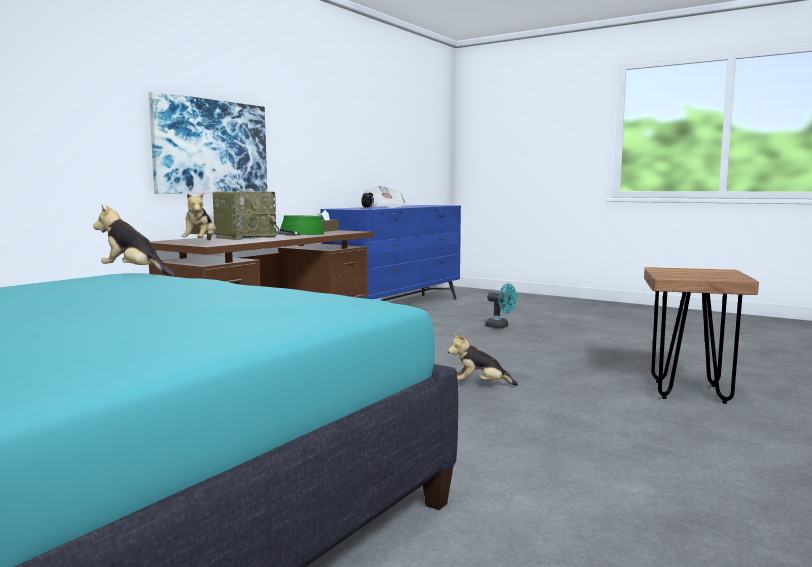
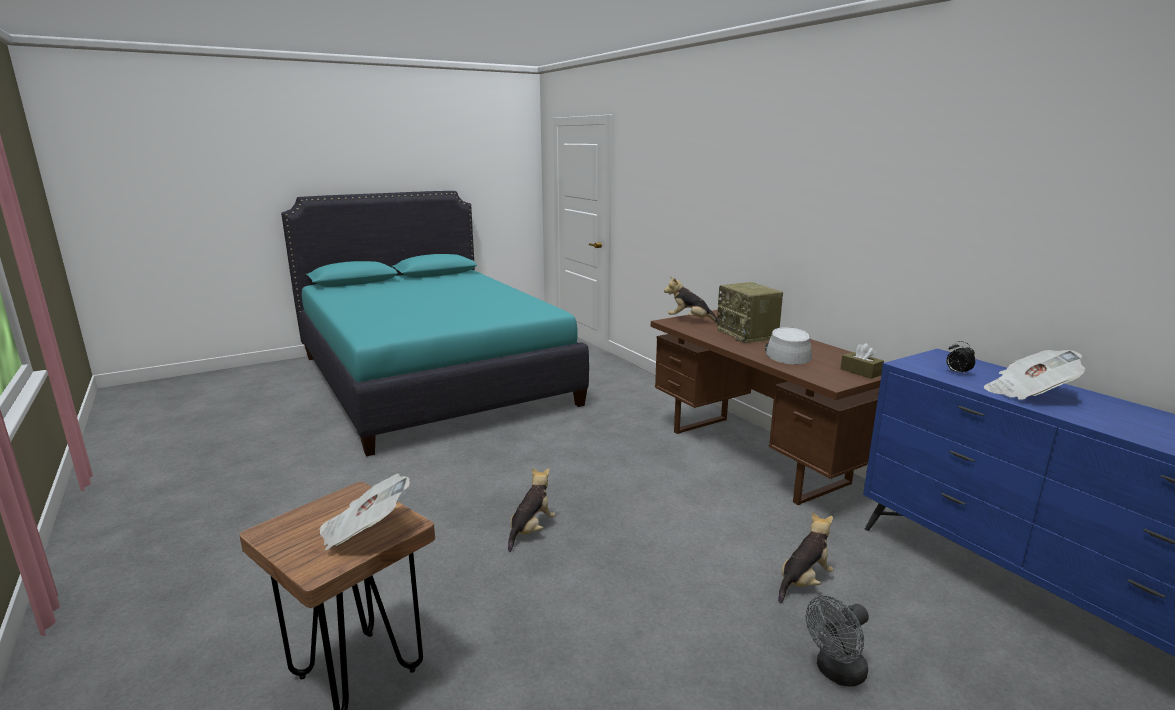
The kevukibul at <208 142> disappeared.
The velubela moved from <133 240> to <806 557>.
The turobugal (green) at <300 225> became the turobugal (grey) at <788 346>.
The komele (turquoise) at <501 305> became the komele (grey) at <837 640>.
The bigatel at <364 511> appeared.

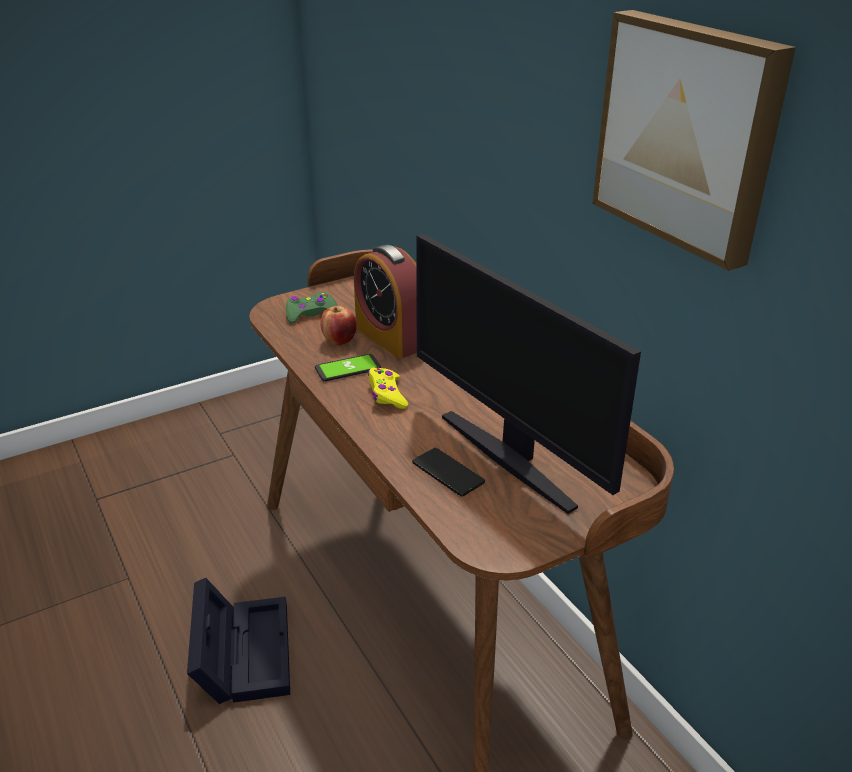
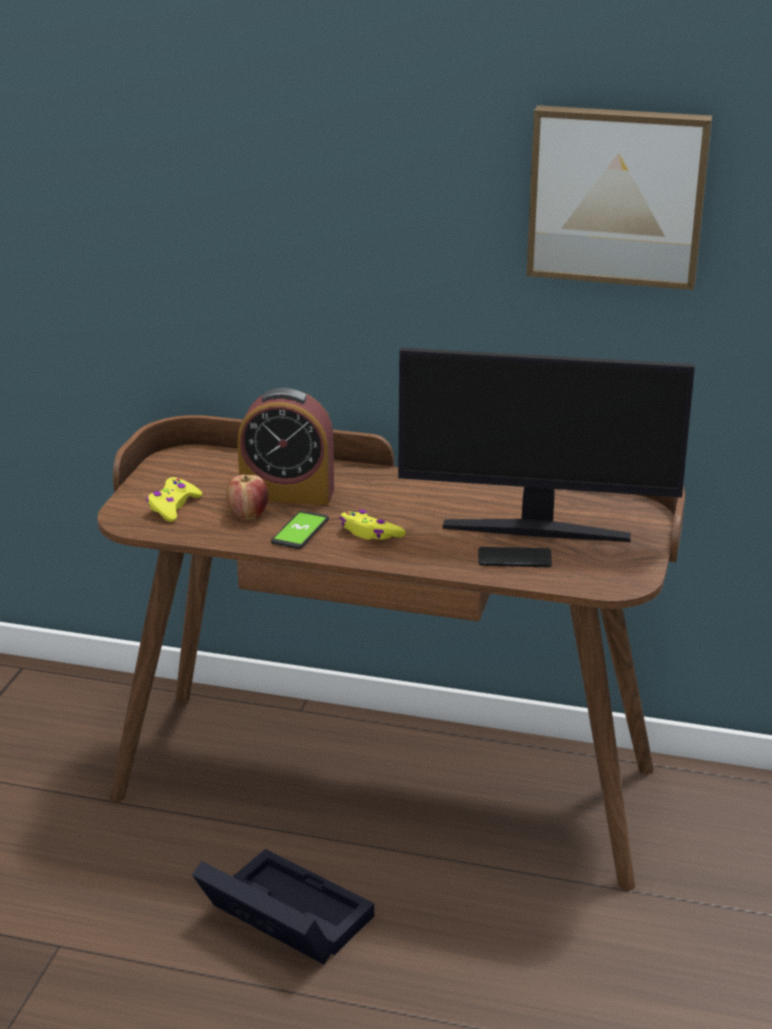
The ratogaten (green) at <312 307> became the ratogaten (yellow) at <174 499>.

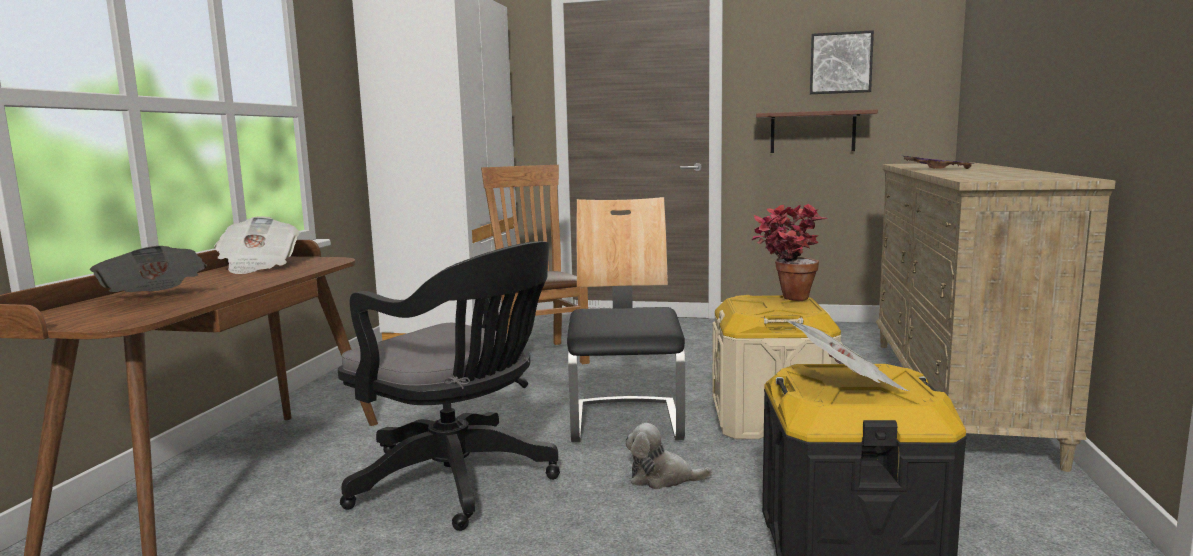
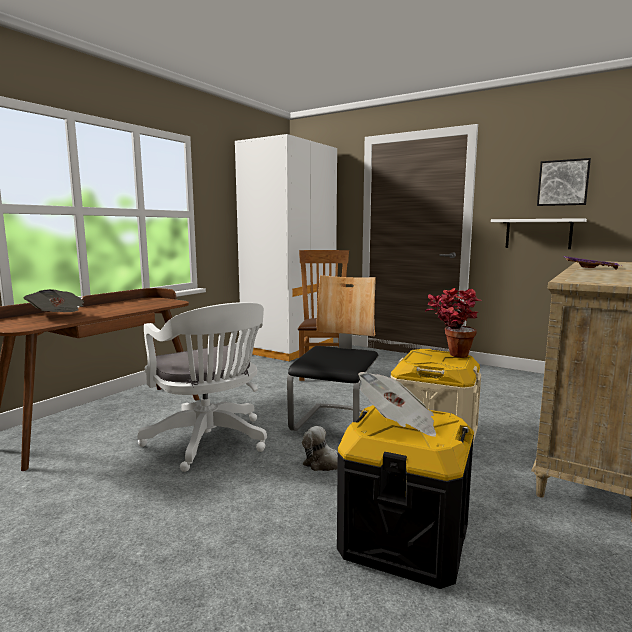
The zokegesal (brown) at <817 131> became the zokegesal (white) at <539 233>.
The bigatel at <257 245> disappeared.
The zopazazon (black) at <449 386> became the zopazazon (white) at <202 387>.

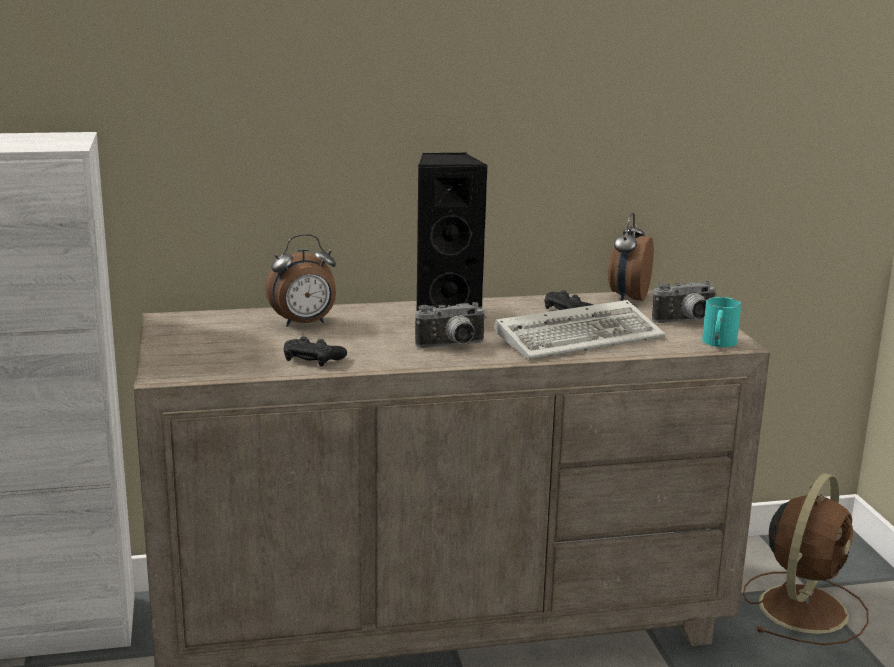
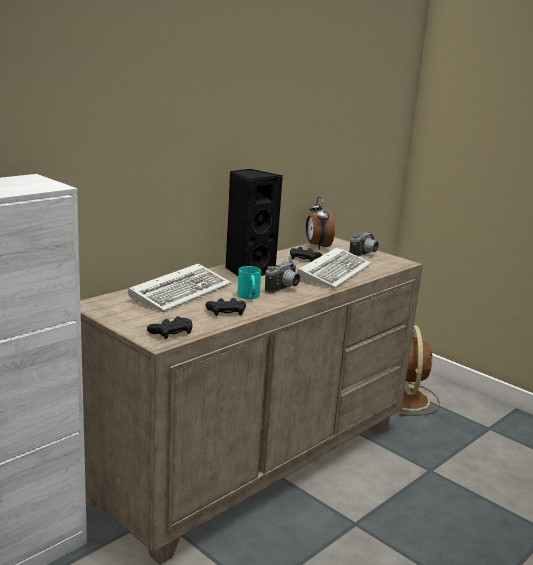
The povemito at <300 280> was replaced by the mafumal at <179 287>.
The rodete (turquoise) moved from <721 322> to <249 282>.
The ratogaten (black) at <169 327> appeared.

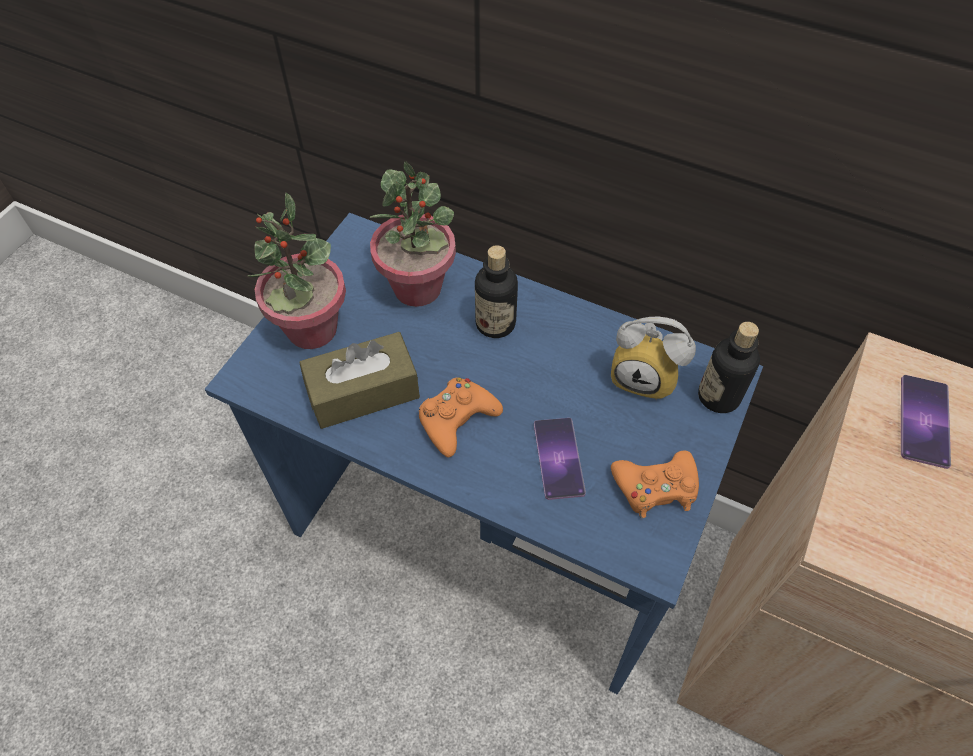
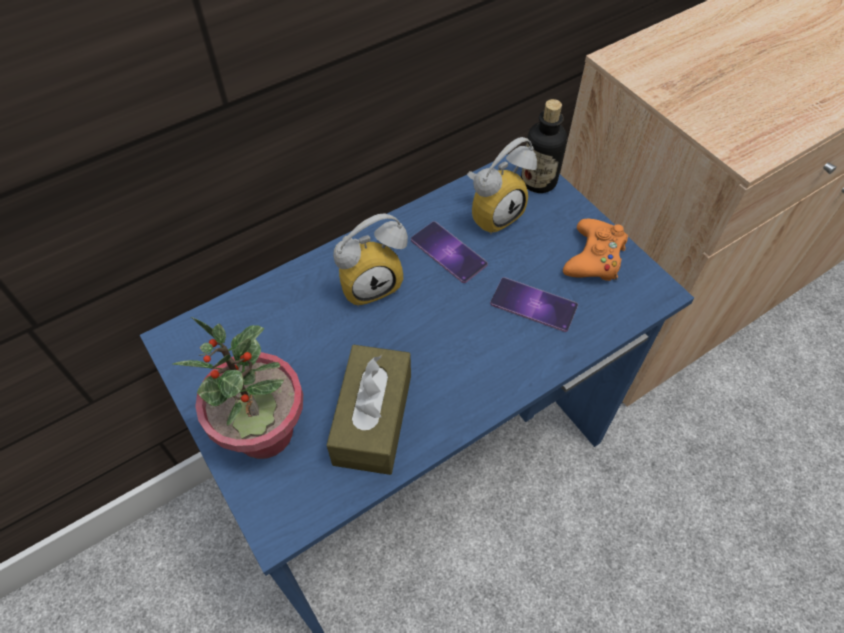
The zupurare at <412 234> disappeared.
The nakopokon at <496 291> was replaced by the povemito at <370 260>.
The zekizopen moved from <926 422> to <449 252>.
The ratogaten (orange) at <461 417> disappeared.

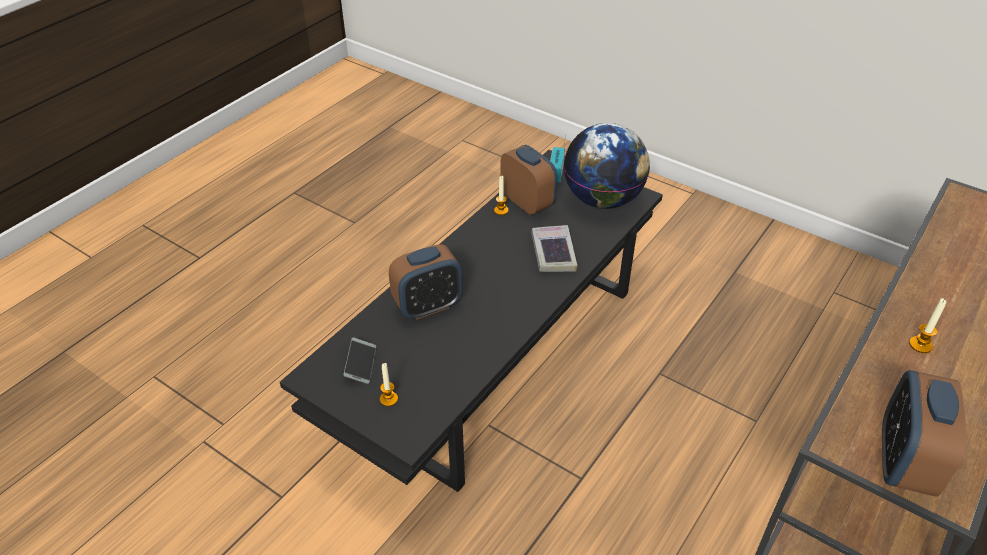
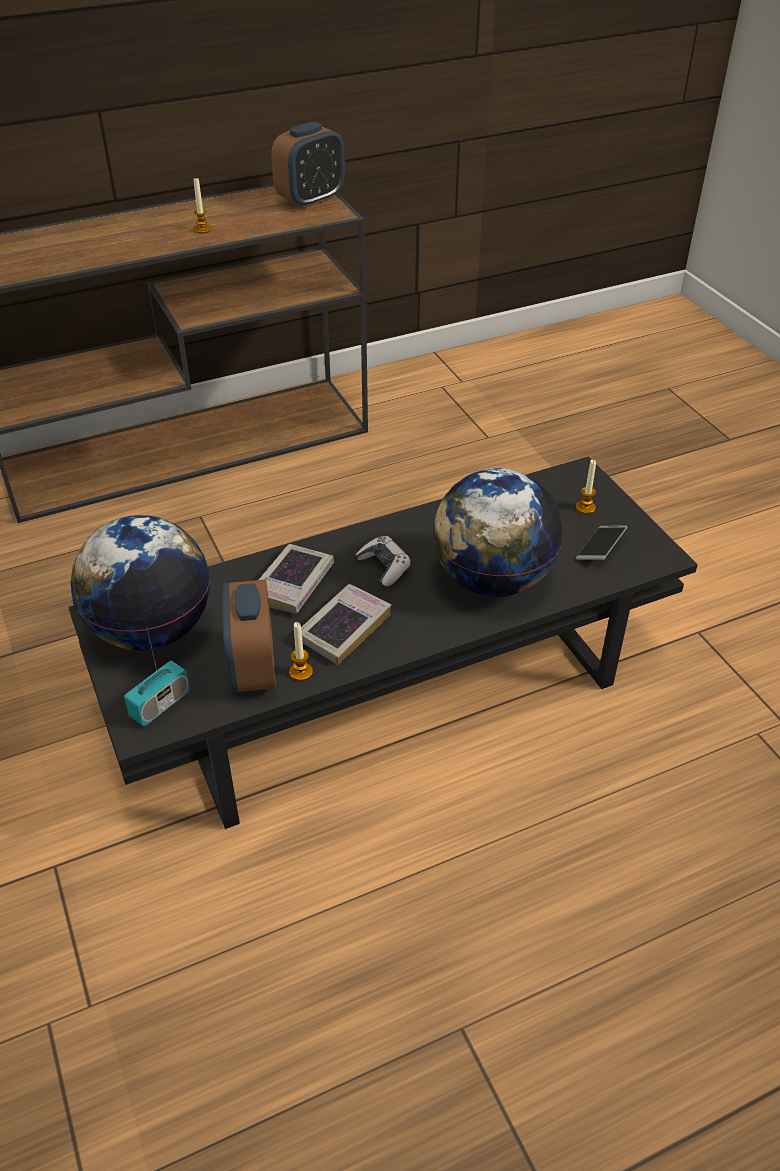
The povemito at <426 282> was replaced by the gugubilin at <498 532>.
The ratogaten at <383 561> appeared.
The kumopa at <346 624> appeared.

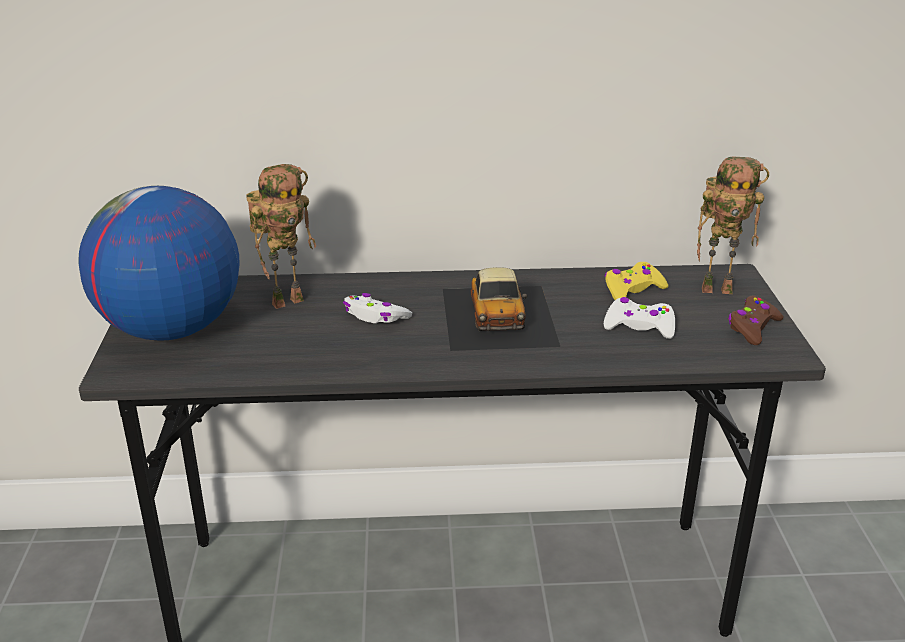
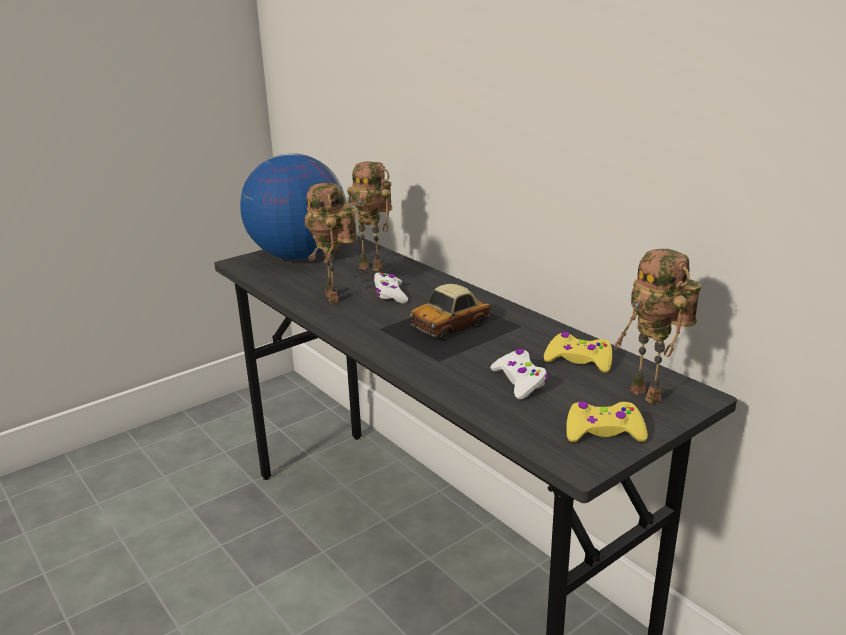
The ratogaten (brown) at <756 320> became the ratogaten (yellow) at <607 421>.
The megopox at <331 243> appeared.

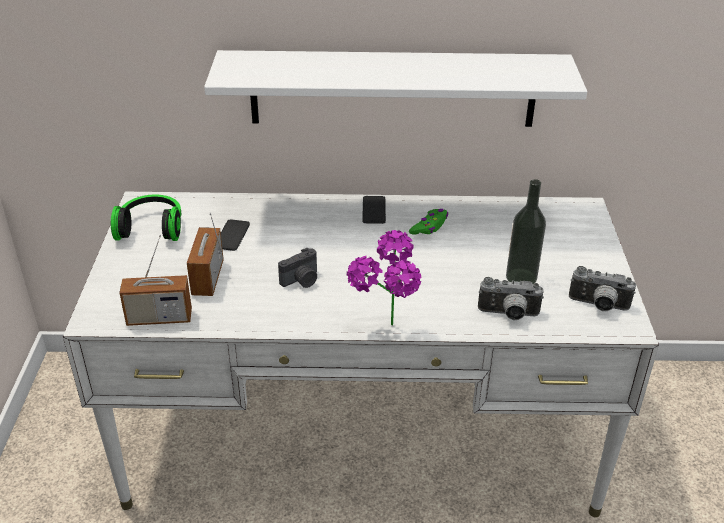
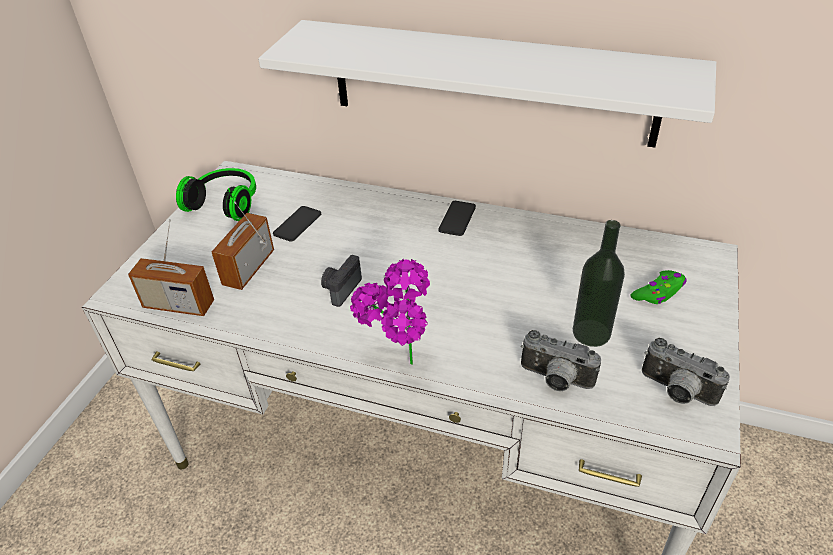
The ratogaten (green) moved from <428 222> to <658 287>.
The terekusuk at <297 268> turned 135 degrees clockwise.

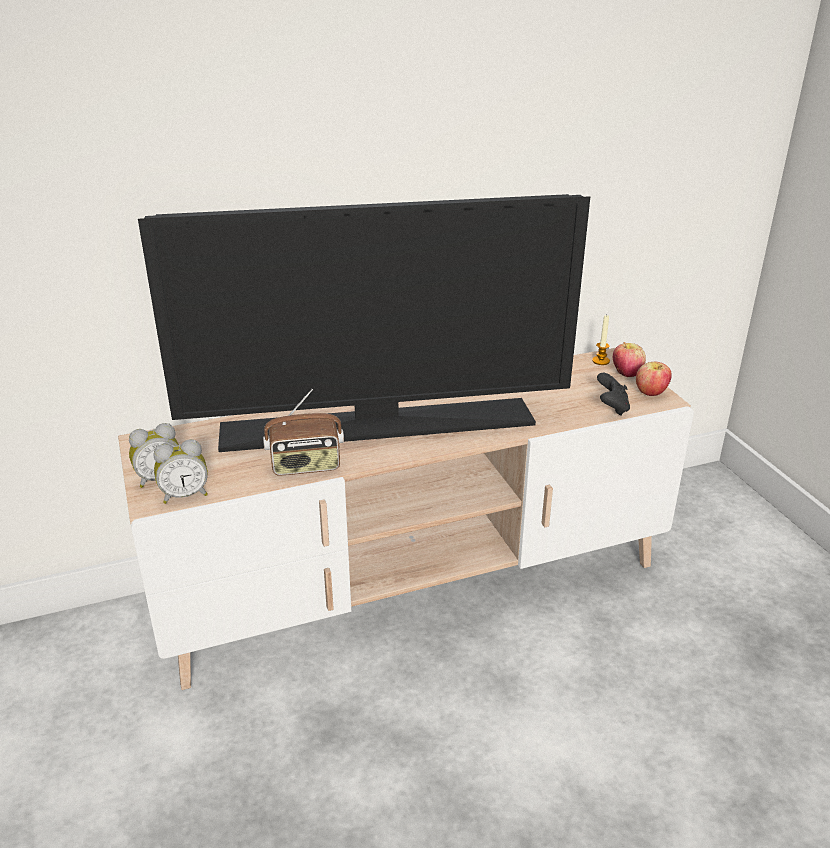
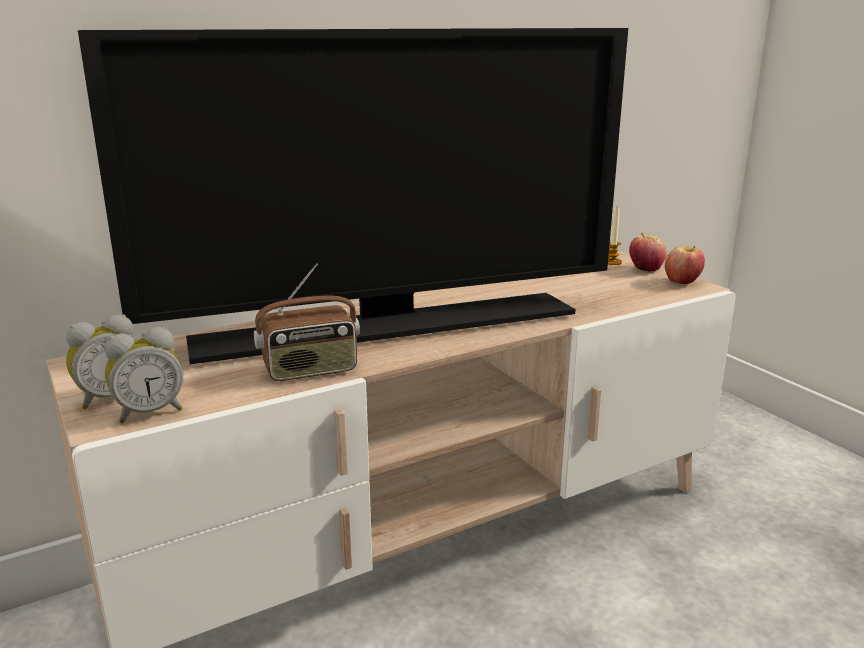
The ratogaten (black) at <613 394> disappeared.

